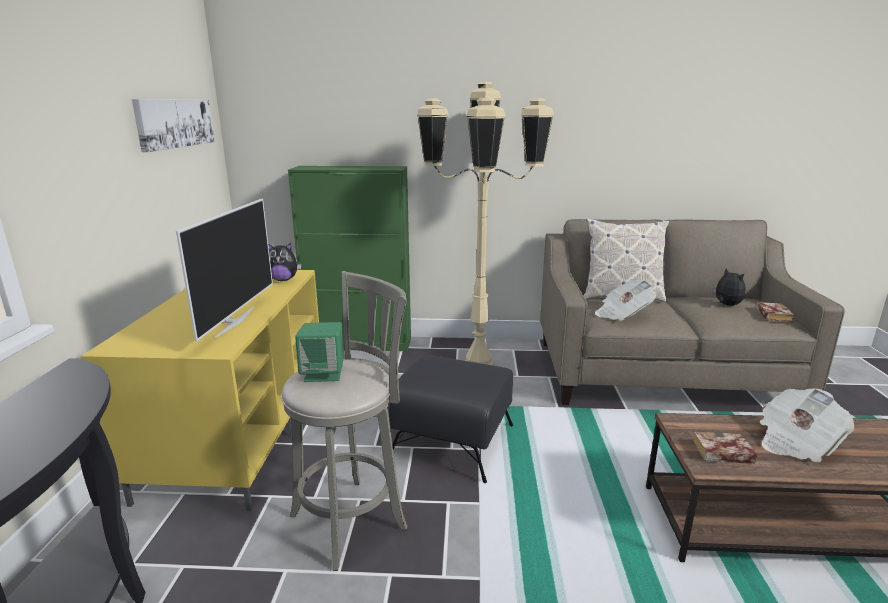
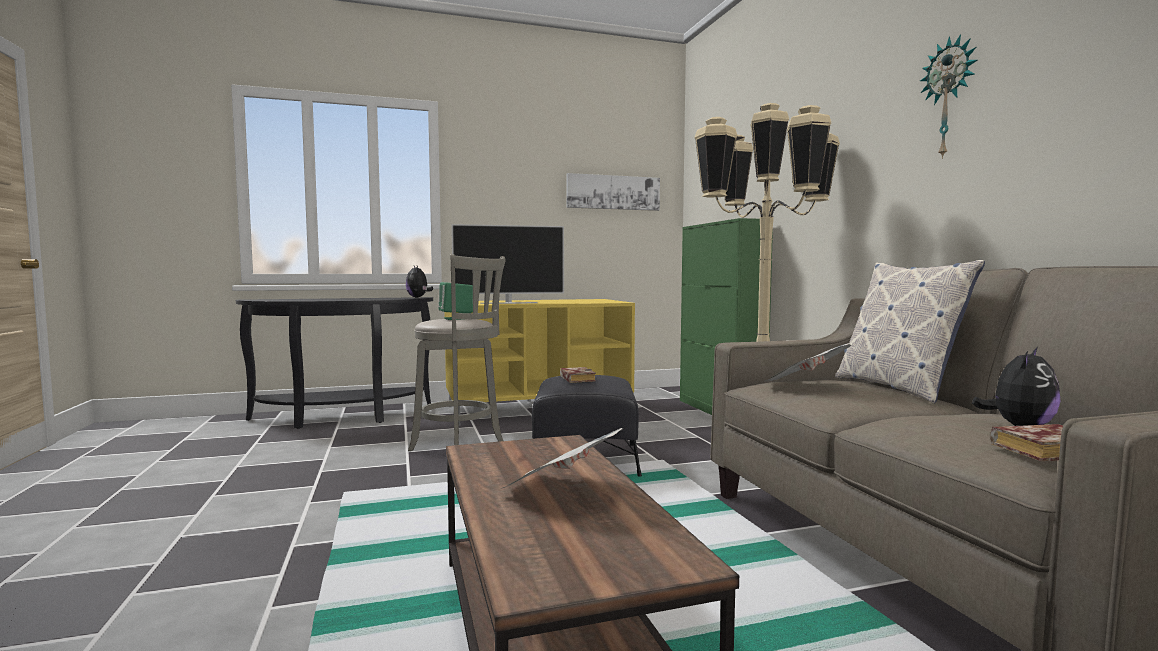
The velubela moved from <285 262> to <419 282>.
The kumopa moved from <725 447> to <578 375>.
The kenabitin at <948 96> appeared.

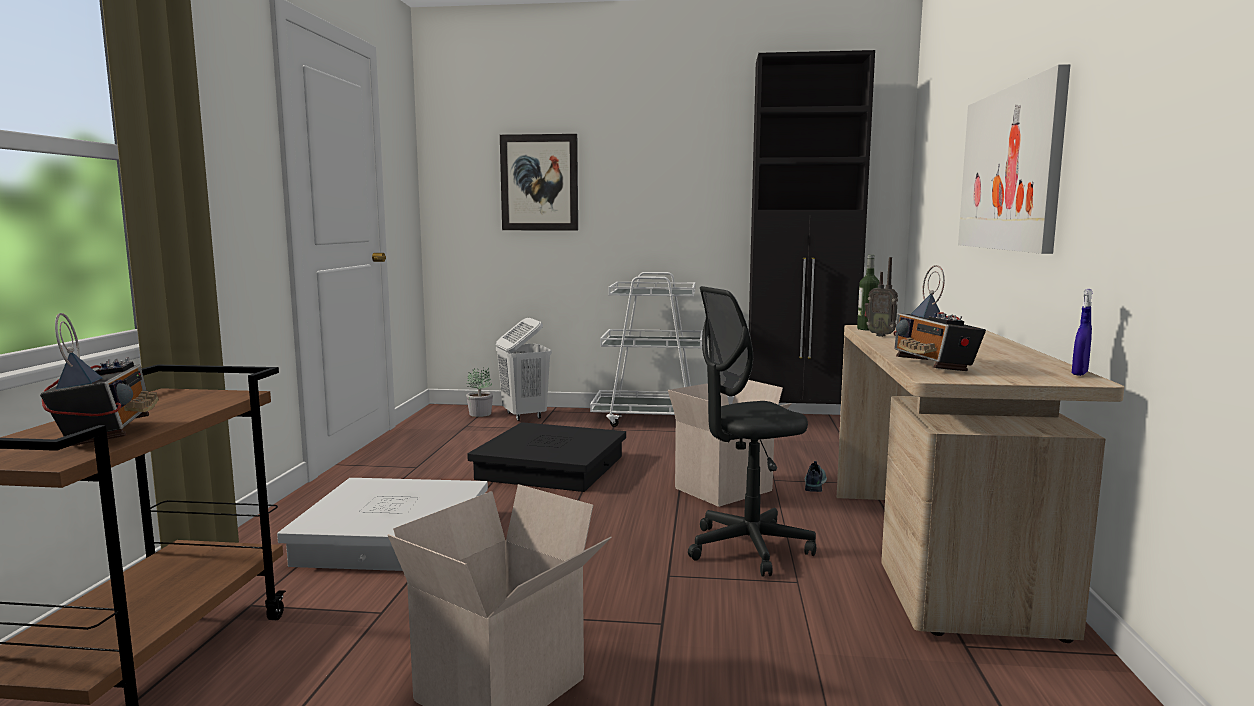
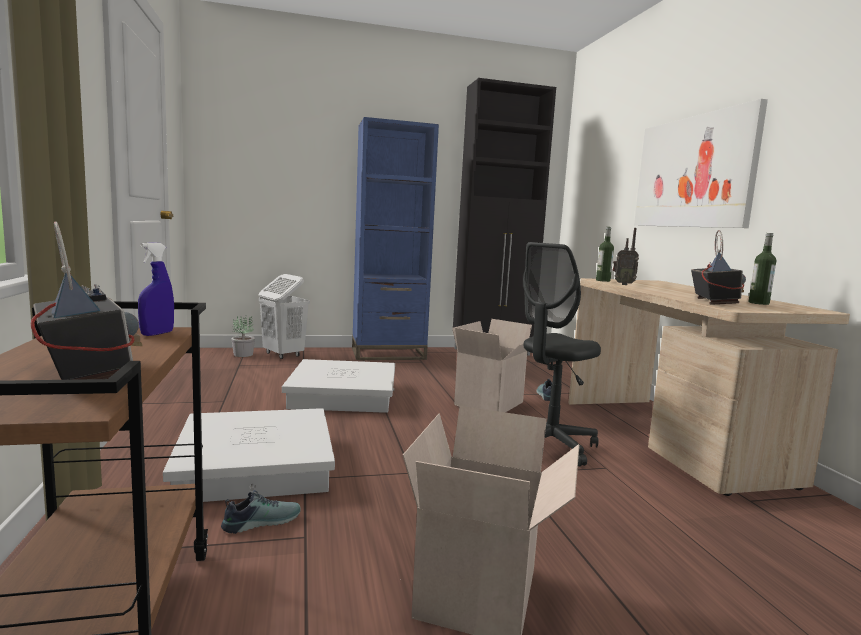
The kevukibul at <539 182> disappeared.
The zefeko at <939 318> turned 135 degrees counterclockwise.
The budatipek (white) at <646 349> was replaced by the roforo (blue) at <395 238>.
The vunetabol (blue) moved from <1082 332> to <156 289>.
The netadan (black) at <546 457> became the netadan (white) at <338 386>.
The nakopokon at <762 269> appeared.
The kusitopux at <261 512> appeared.

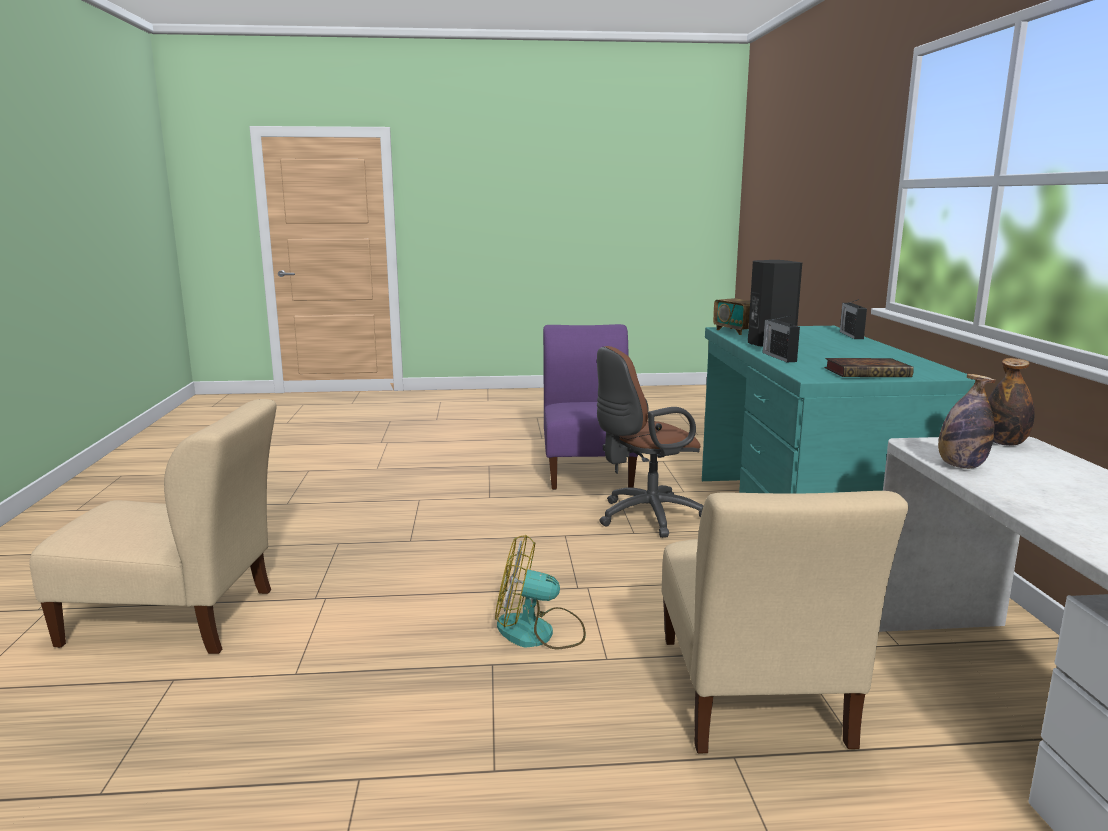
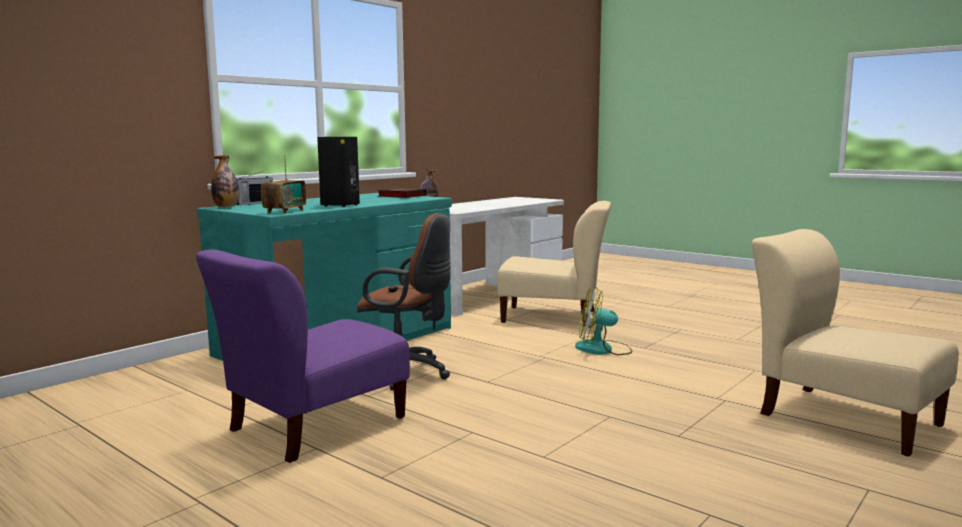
The zefeko at <781 338> disappeared.
The nakopokon moved from <967 421> to <225 181>.
The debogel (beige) at <785 622> turned 60 degrees clockwise.
The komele at <540 592> turned 135 degrees clockwise.

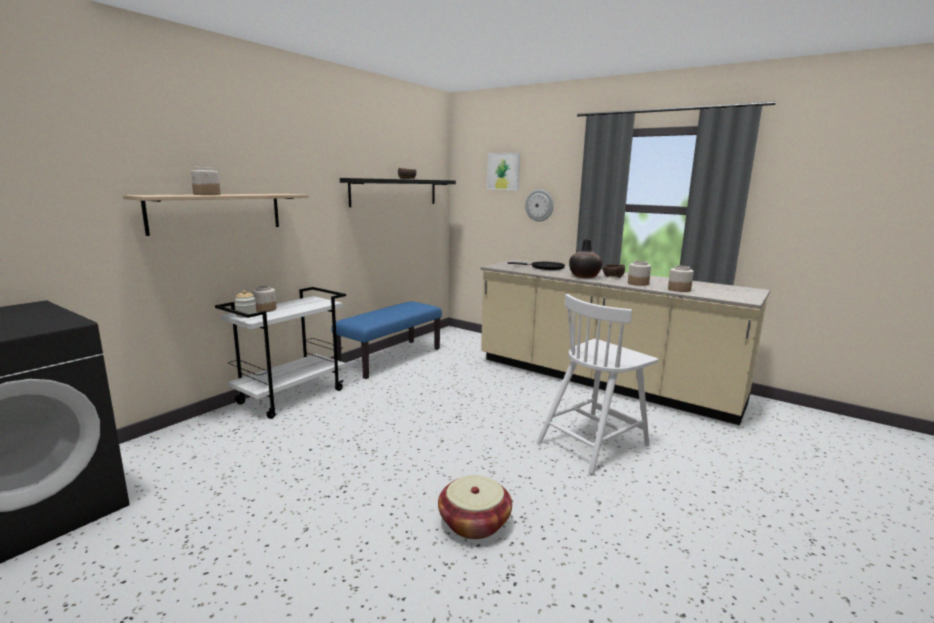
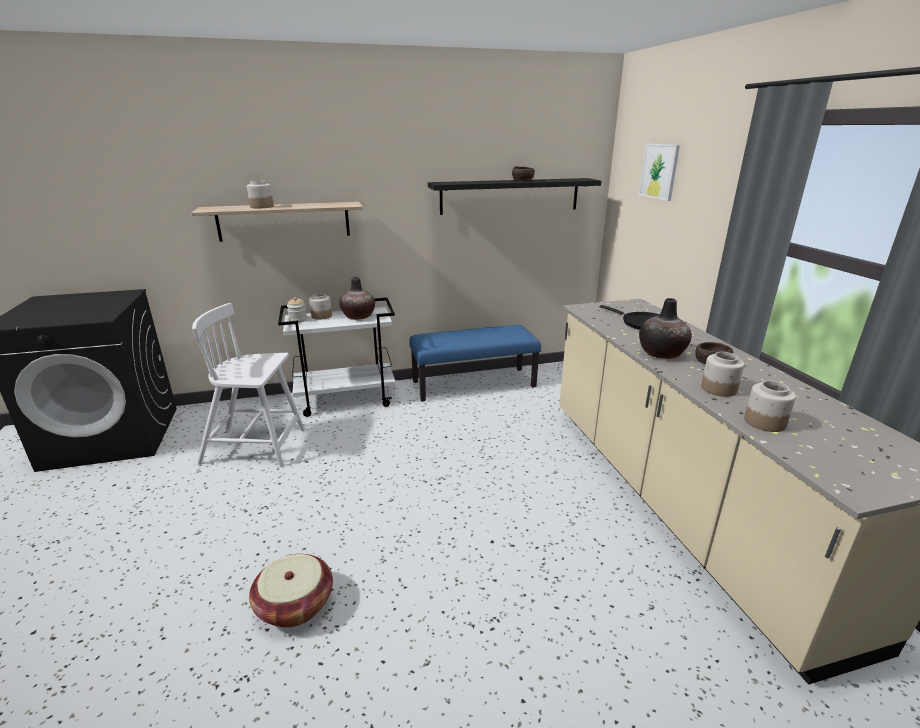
The kenabitin at <539 205> disappeared.
The debogel (white) moved from <597 384> to <248 385>.
The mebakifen at <357 298> appeared.

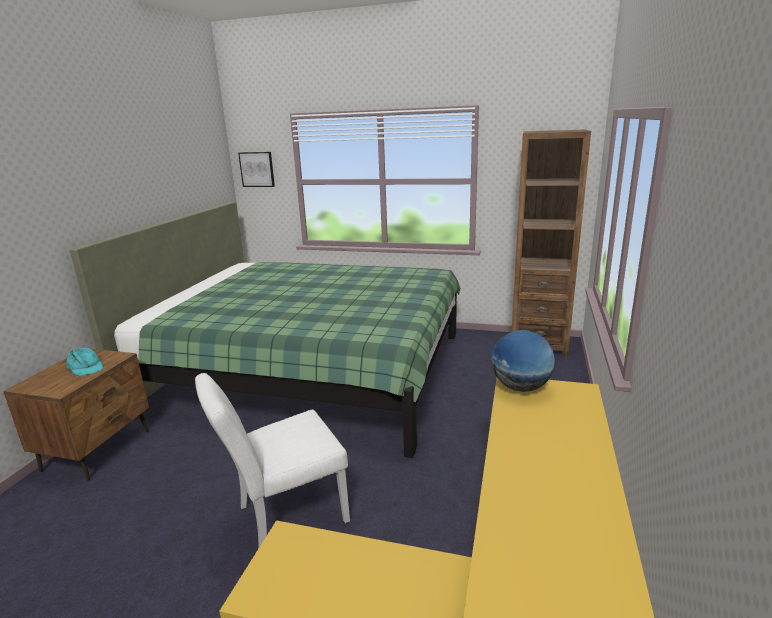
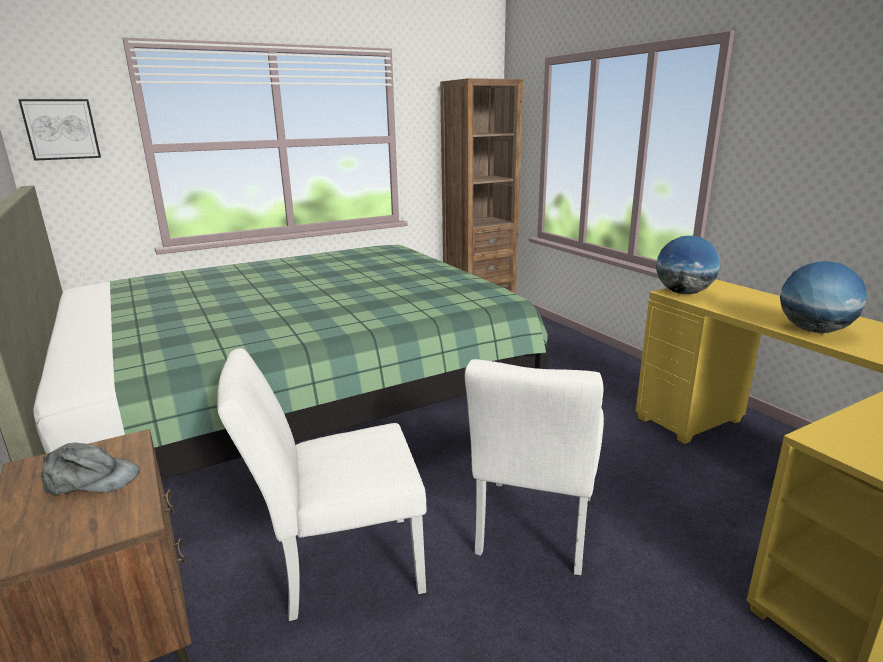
The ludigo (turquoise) at <84 362> became the ludigo (grey) at <90 469>.
The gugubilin at <823 297> appeared.
The debogel (white) at <322 484> appeared.

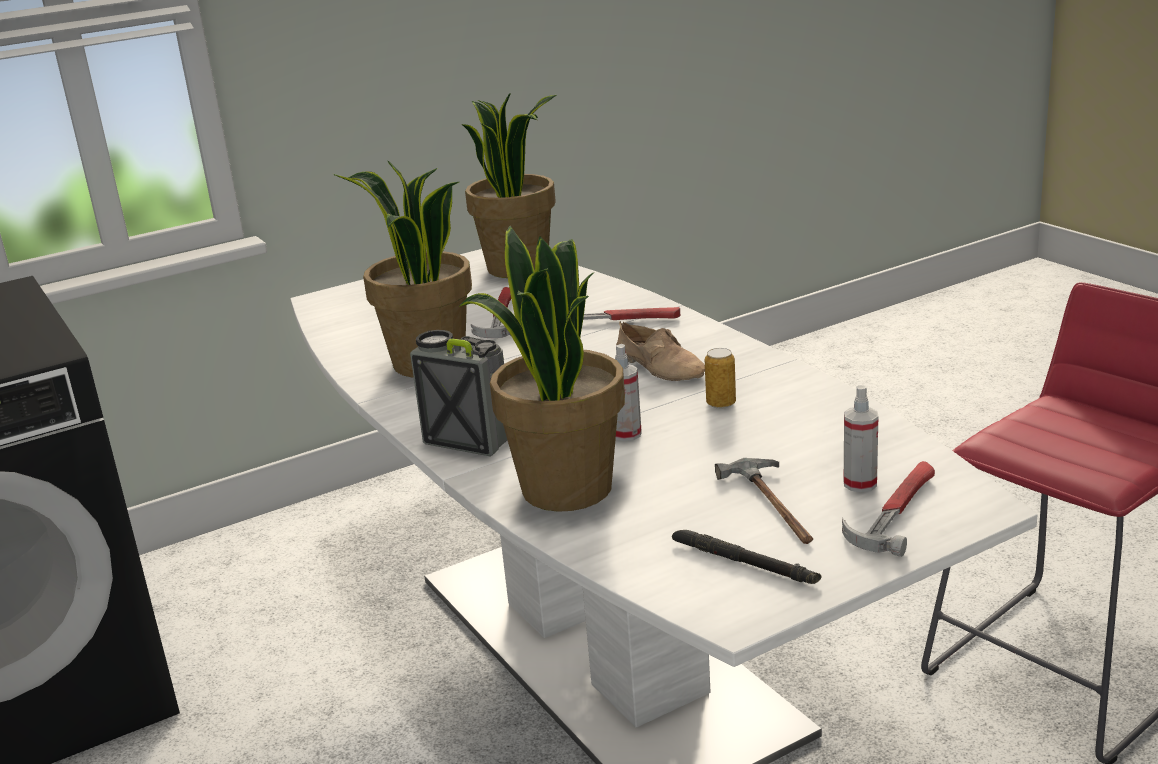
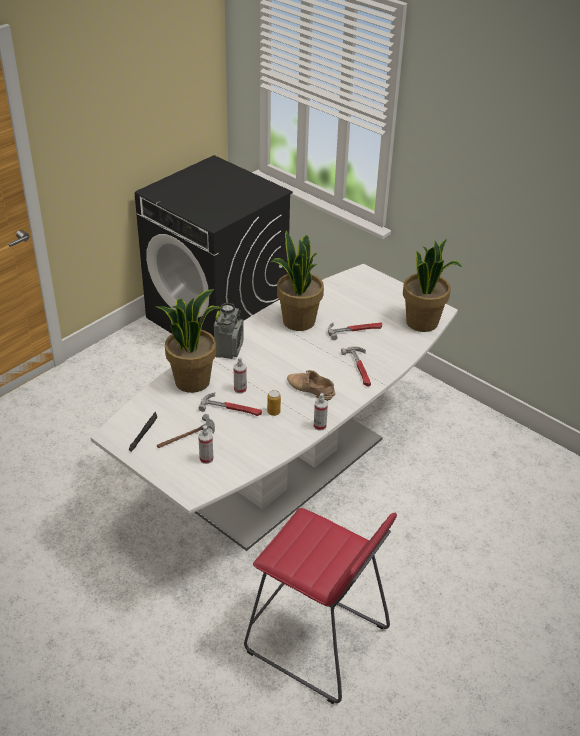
The kusitopux (beige) at <660 351> turned 90 degrees clockwise.
The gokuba moved from <888 509> to <230 404>.
The vunetabol at <321 412> appeared.

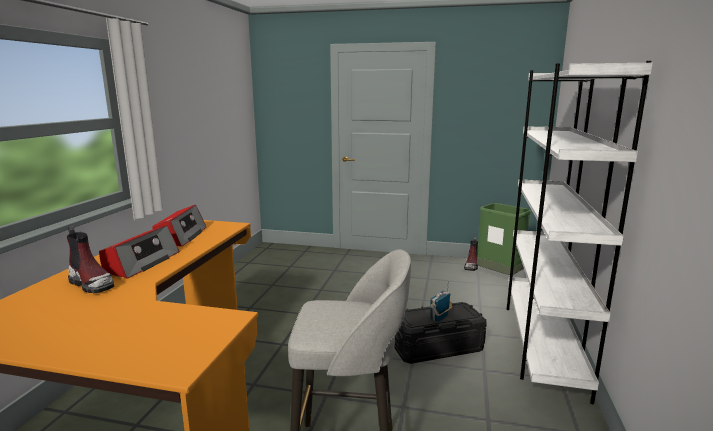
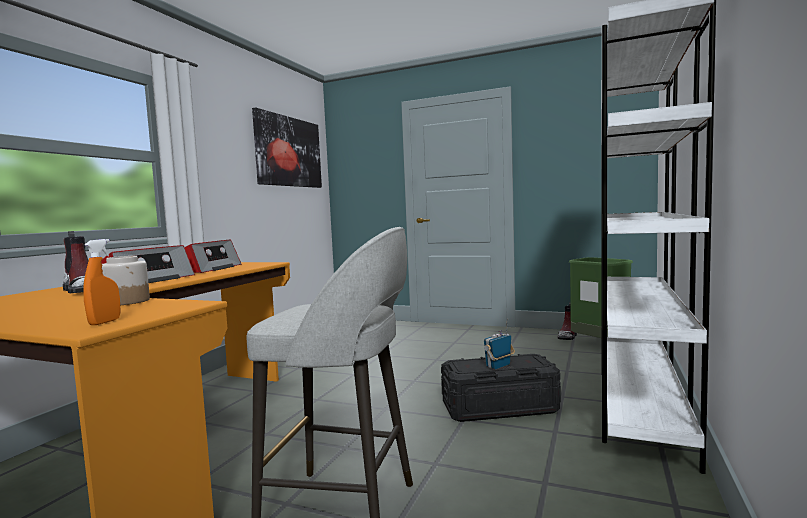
The kevukibul at <287 147> appeared.
The vunetabol (orange) at <102 282> appeared.
The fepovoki at <126 280> appeared.

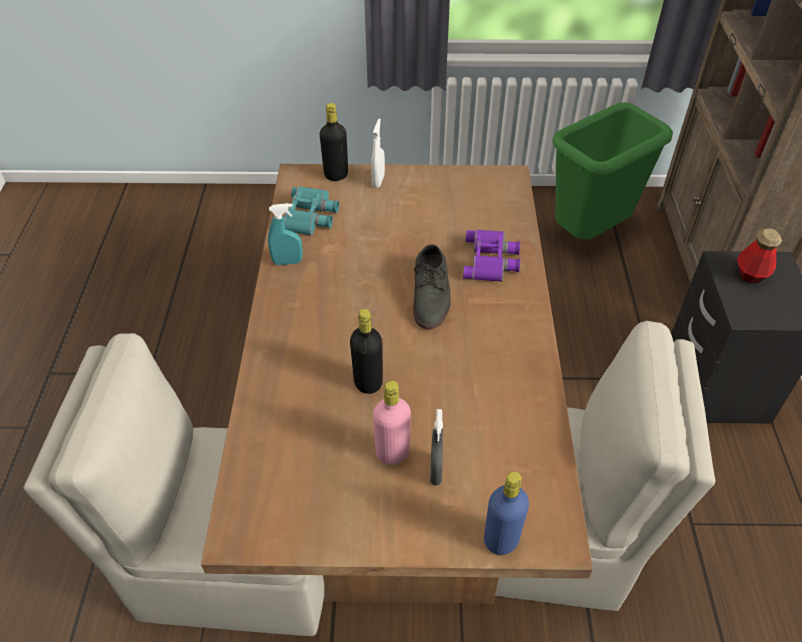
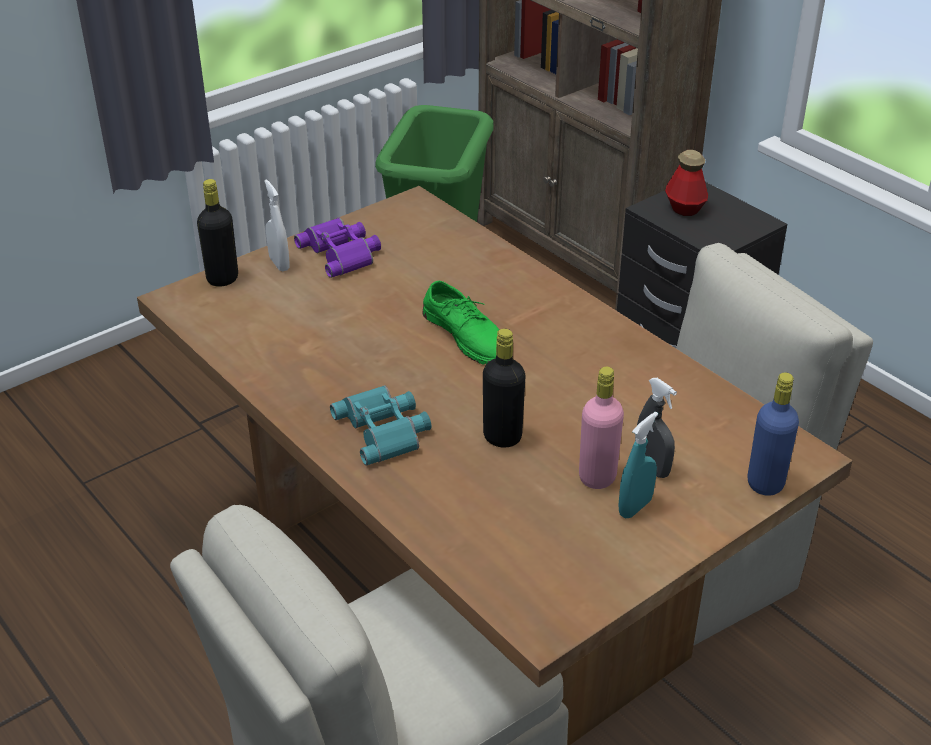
The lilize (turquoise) moved from <311 210> to <380 425>.
The vunetabol (turquoise) moved from <285 234> to <638 465>.
The lilize (purple) moved from <491 256> to <337 248>.
The kusitopux (grey) at <432 286> became the kusitopux (green) at <461 323>.

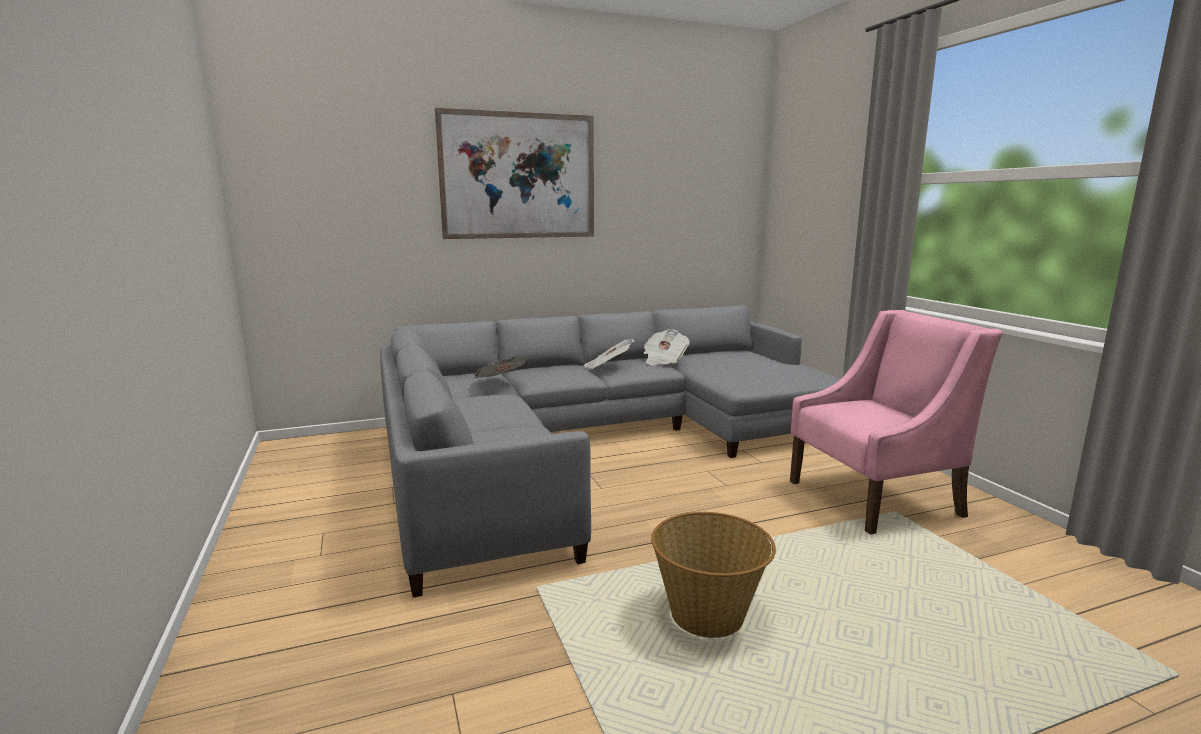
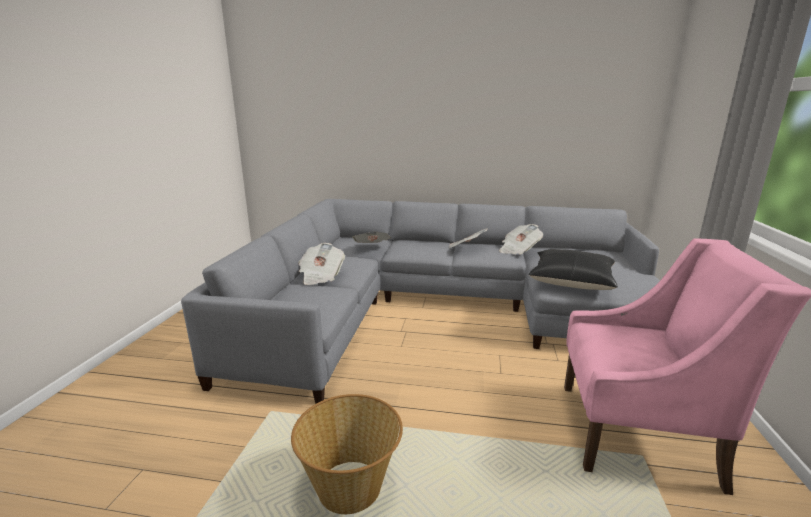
The kevukibul at <514 173> disappeared.
The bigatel at <321 264> appeared.
The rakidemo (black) at <573 269> appeared.

